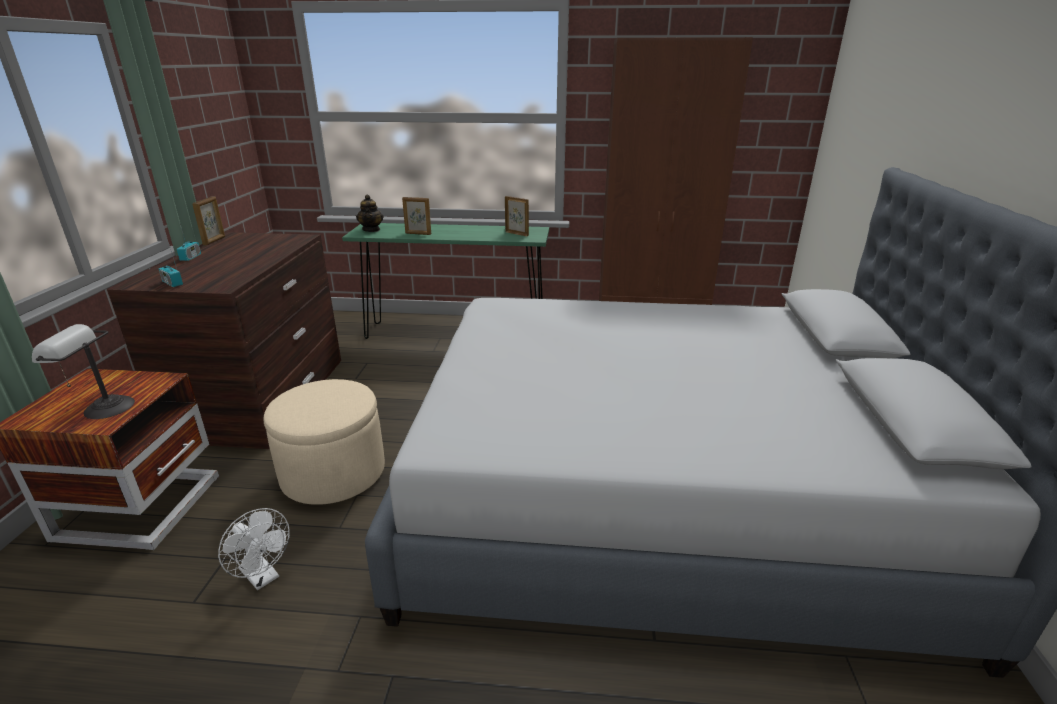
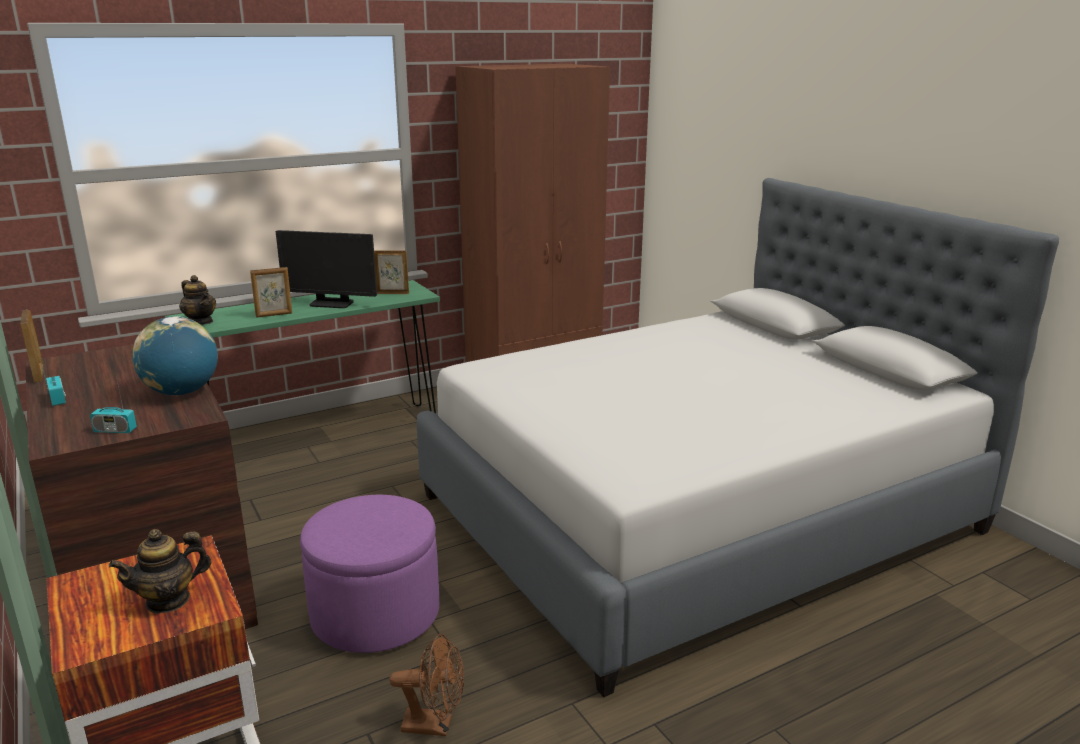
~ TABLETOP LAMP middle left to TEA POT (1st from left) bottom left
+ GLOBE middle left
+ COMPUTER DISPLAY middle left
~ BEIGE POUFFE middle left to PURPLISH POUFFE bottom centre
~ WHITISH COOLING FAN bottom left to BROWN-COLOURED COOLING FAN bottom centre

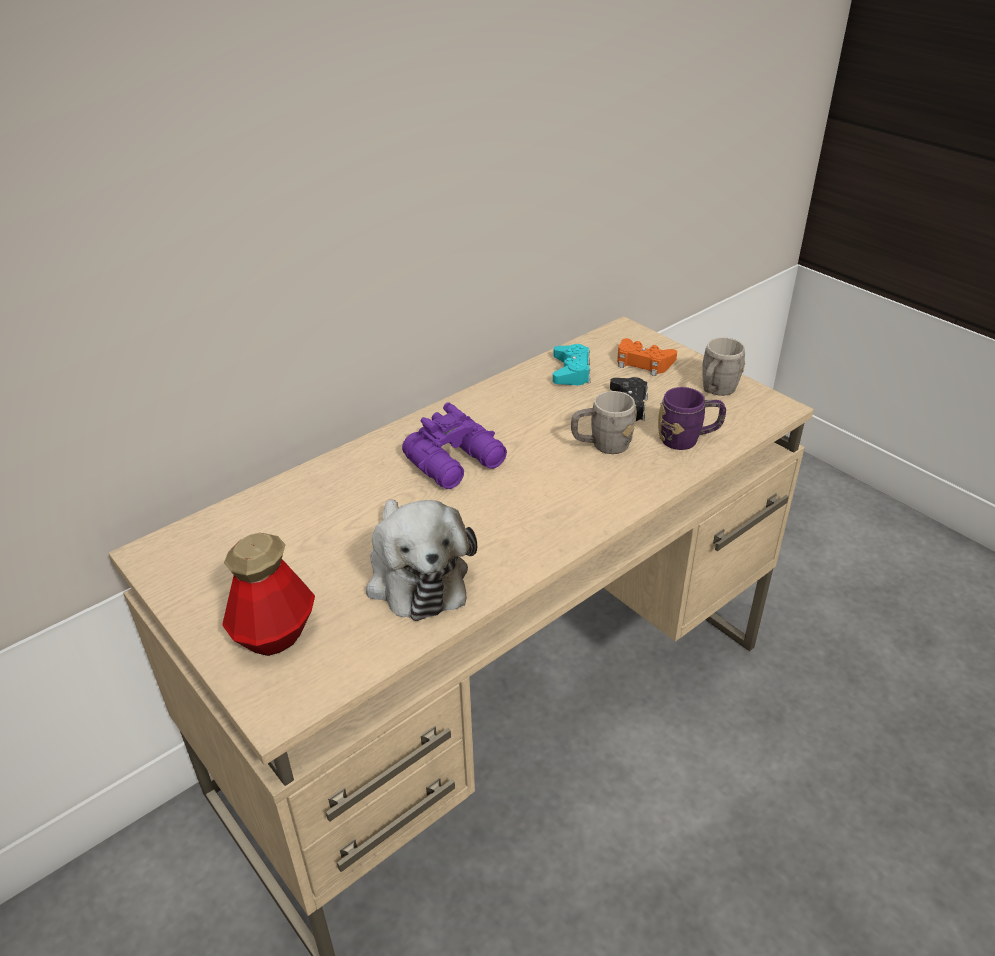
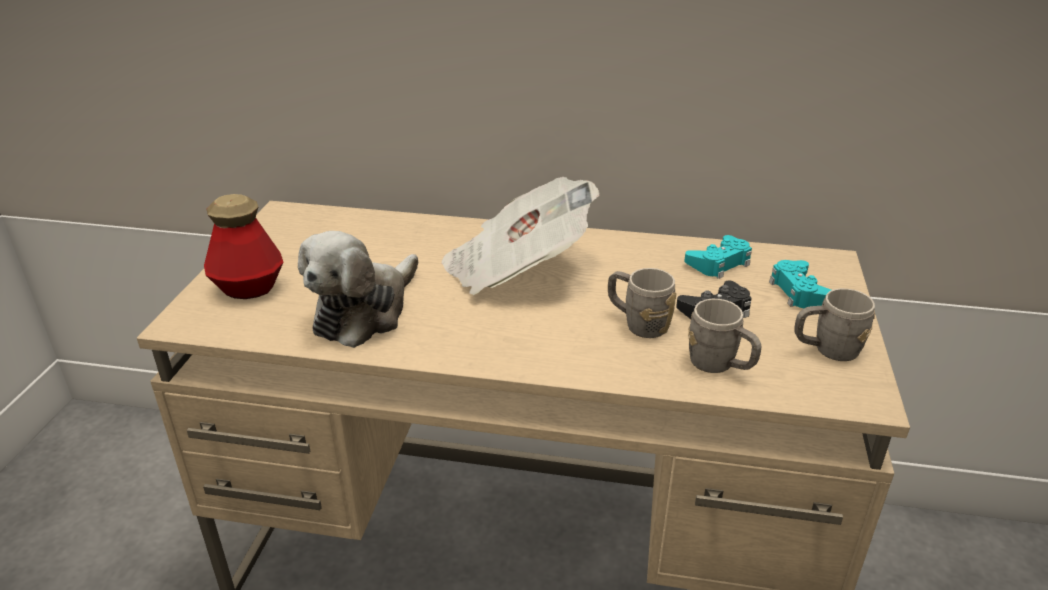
~ PURPLISH FIELD GLASSES centre to PRINTED PAPER centre
~ PURPLISH TEA MUG middle right to GRAY TEA MUG (2nd from left) middle right
~ ORANGE GAME CONTROLLER centre to BLUE-GREEN GAME CONTROLLER (2nd from left) middle right

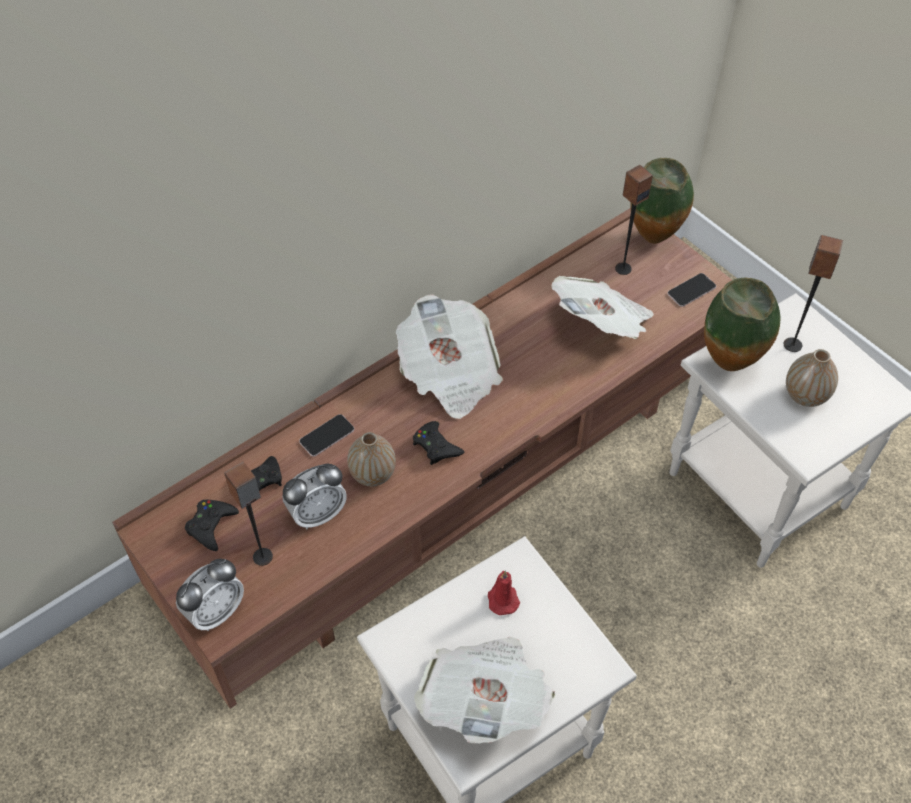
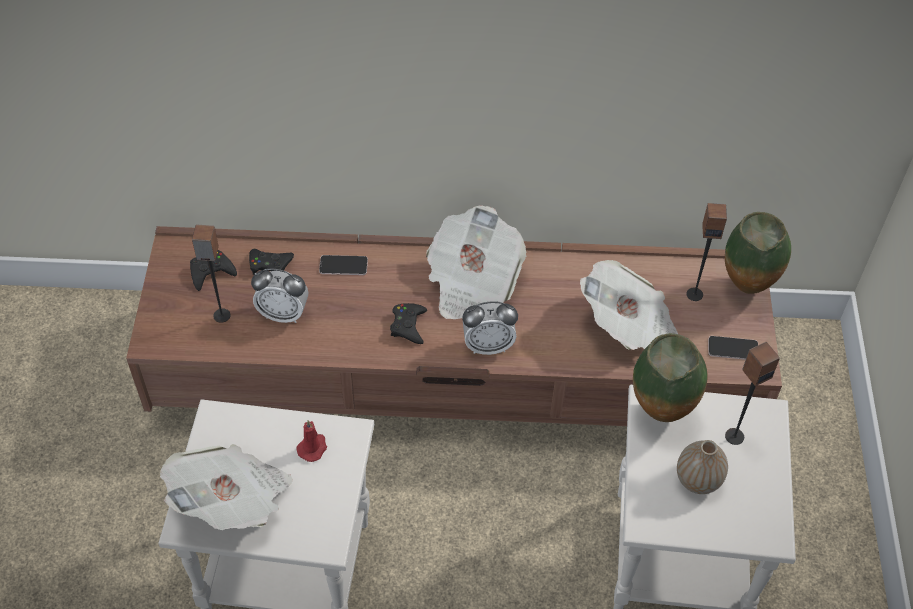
~ ALARM CLOCK (1st from left in the first image) bottom left to ALARM CLOCK (2nd from left) centre
- FLOWER VASE (1st from left) centre

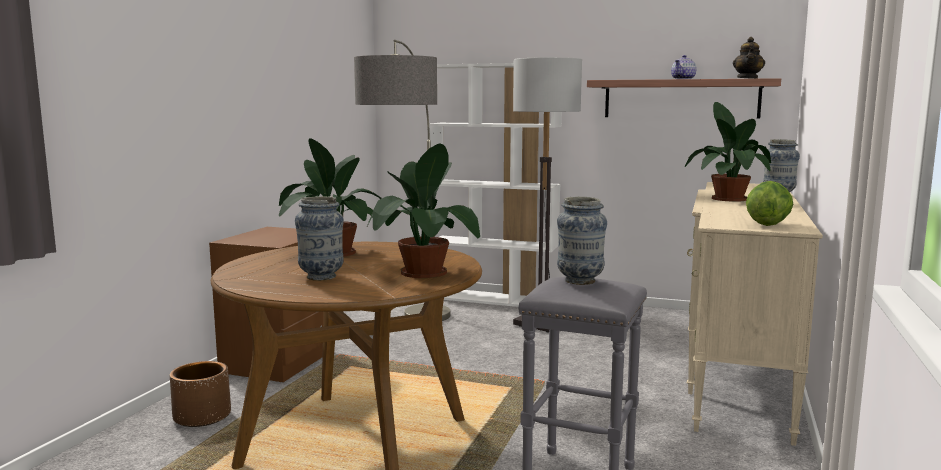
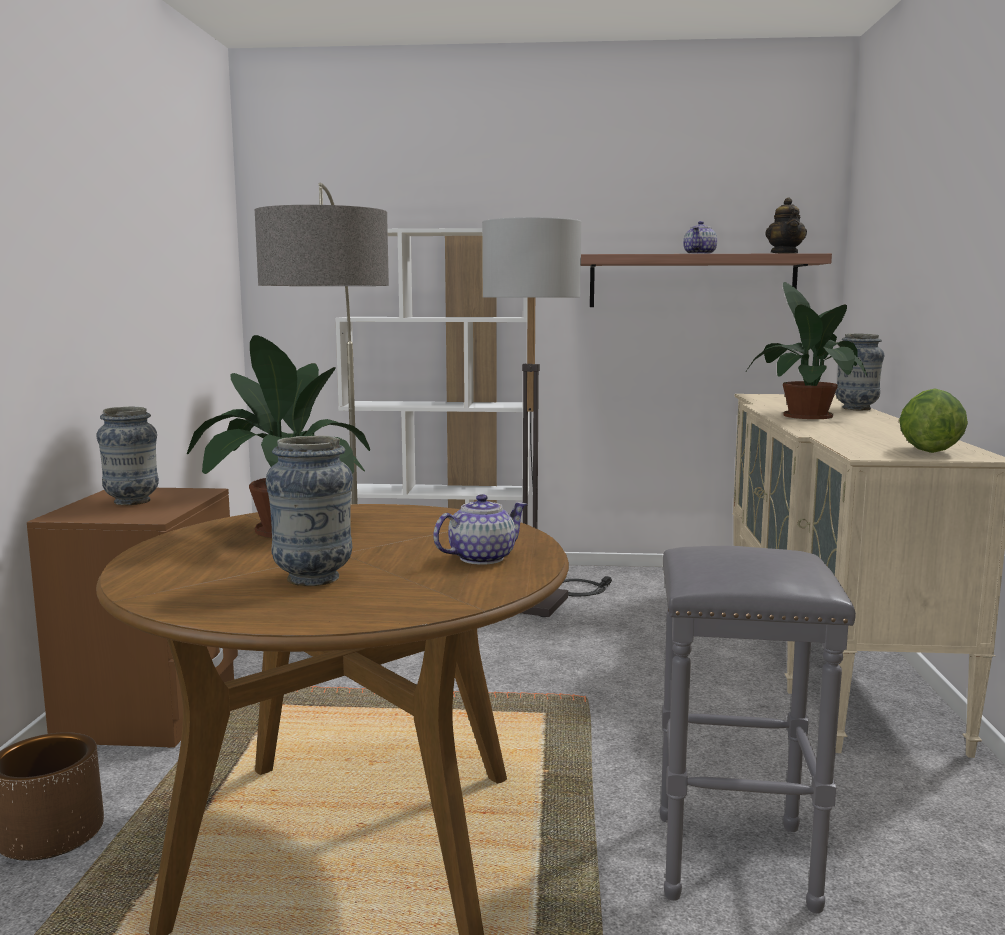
~ FLOWER VASE (2nd from left in the first image) centre to FLOWER VASE (1st from left) middle left
~ PLANT IN A POT (2nd from left) centre to TEA POT (1st from left) centre

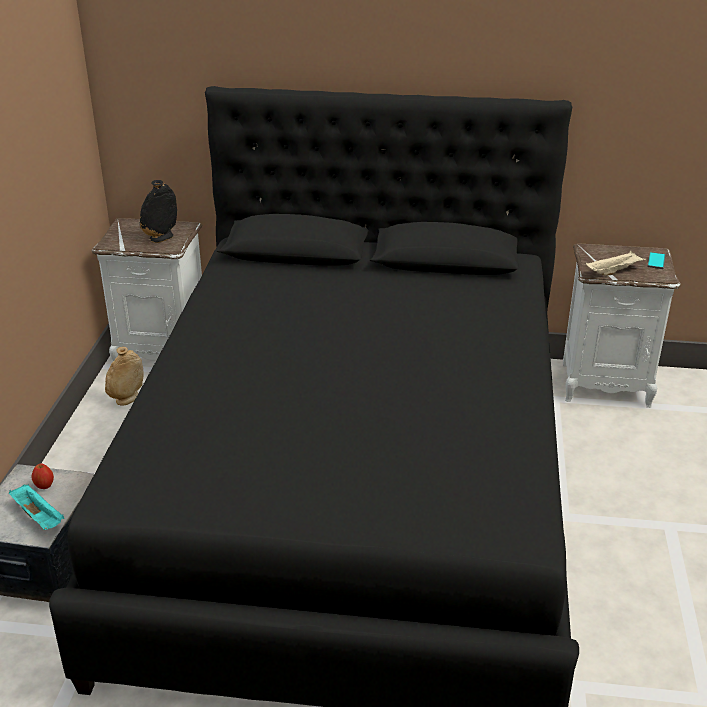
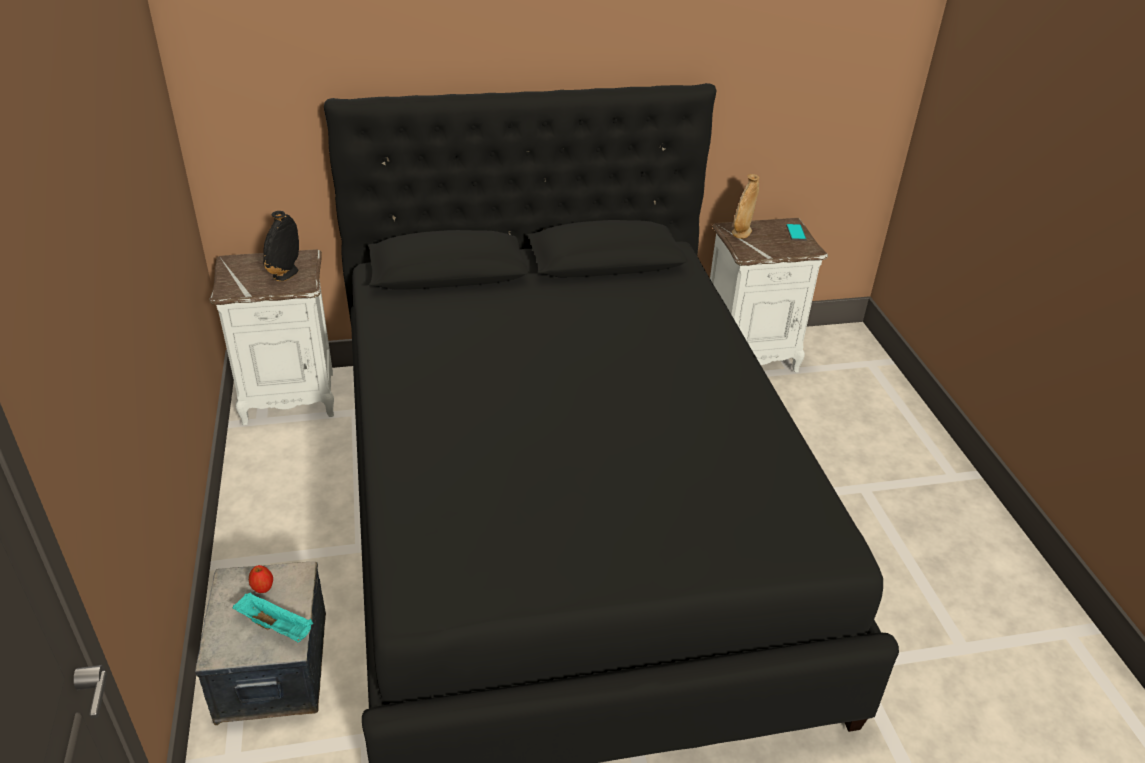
~ BEIGE FLOWER VASE middle left to top centre
- BEIGE CARRYING TRAY middle right

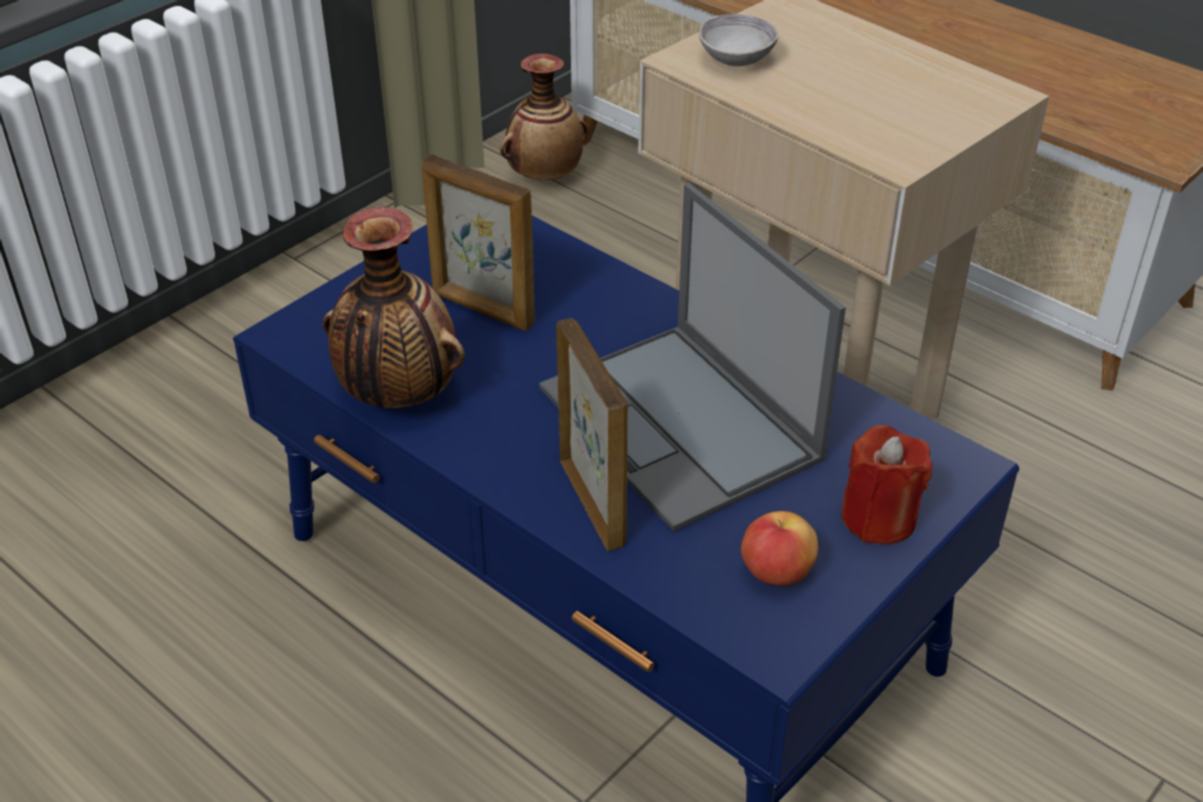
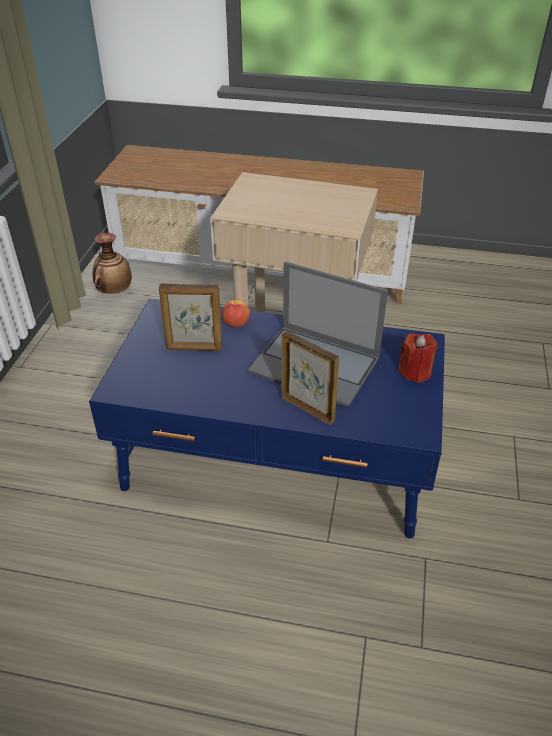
~ APPLE bottom centre to centre
- FLOWER VASE (1st from left) middle left
- GRAY BOWL top centre

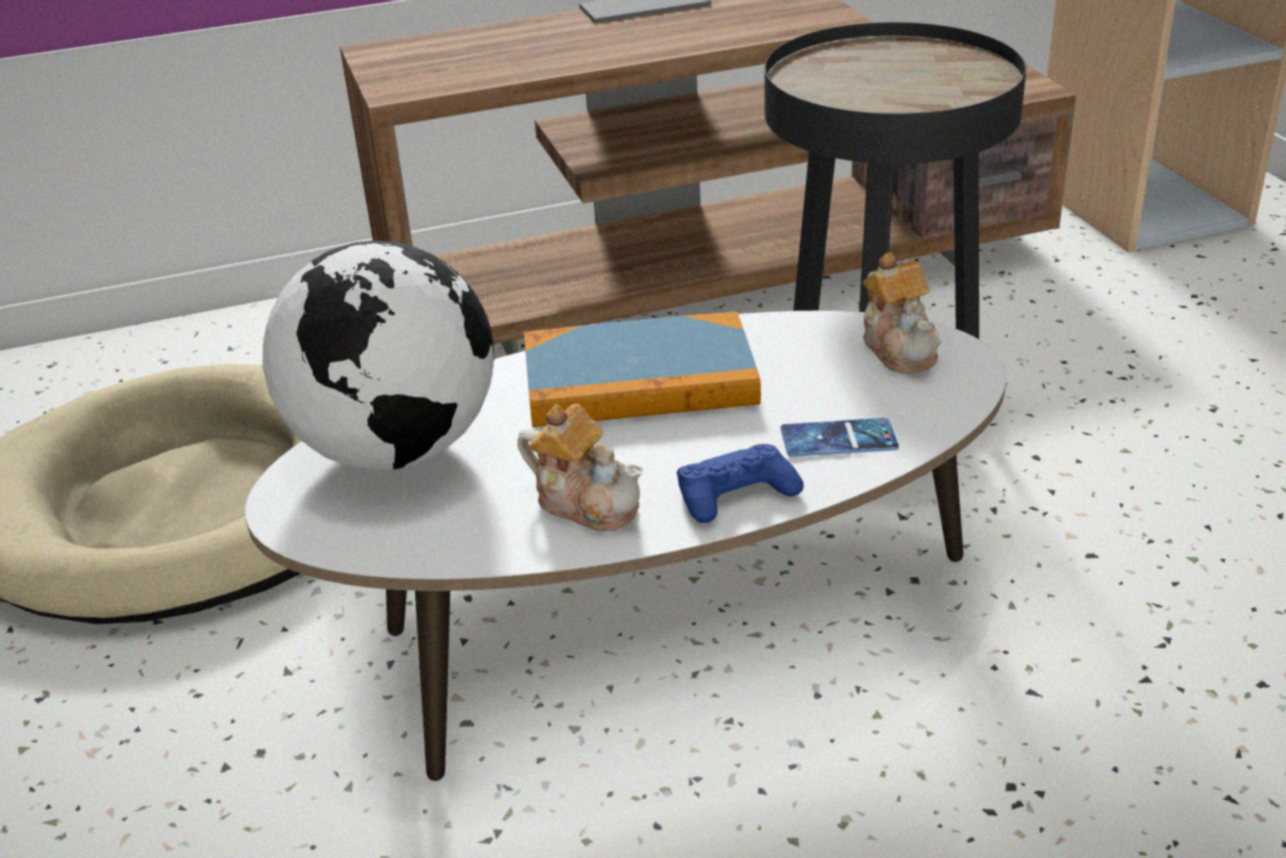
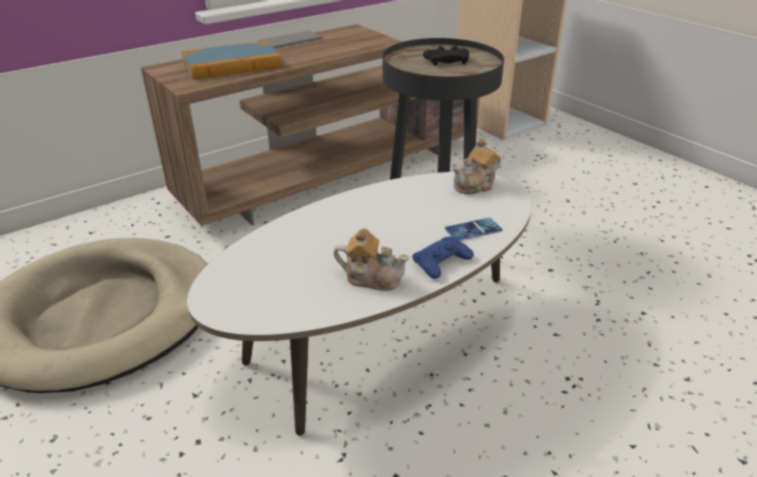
~ BOOK centre to top left
+ BLACKISH GAME CONTROLLER top centre
~ TEA POT (2nd from left) middle right = centre 90 degrees clockwise
- GLOBE middle left

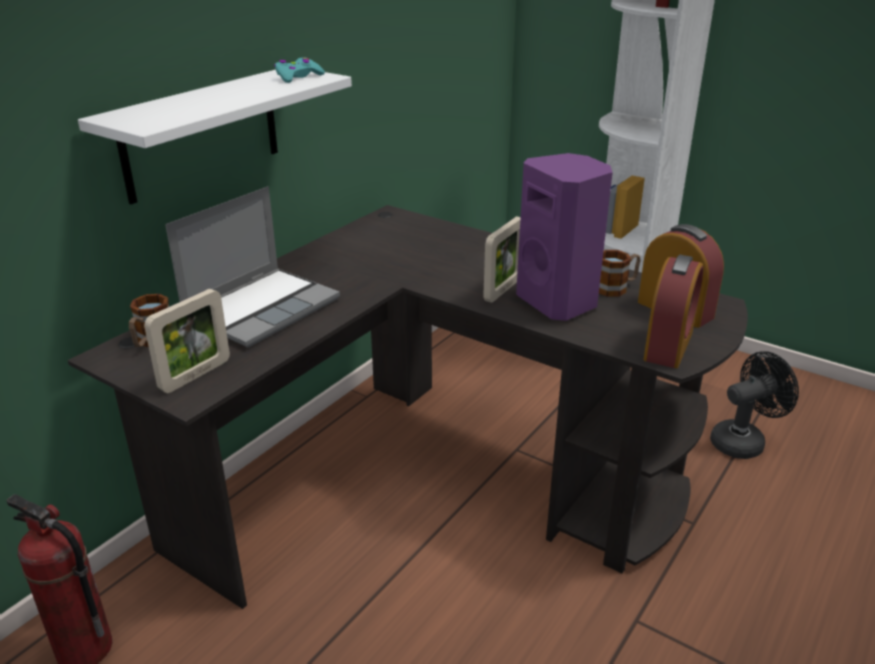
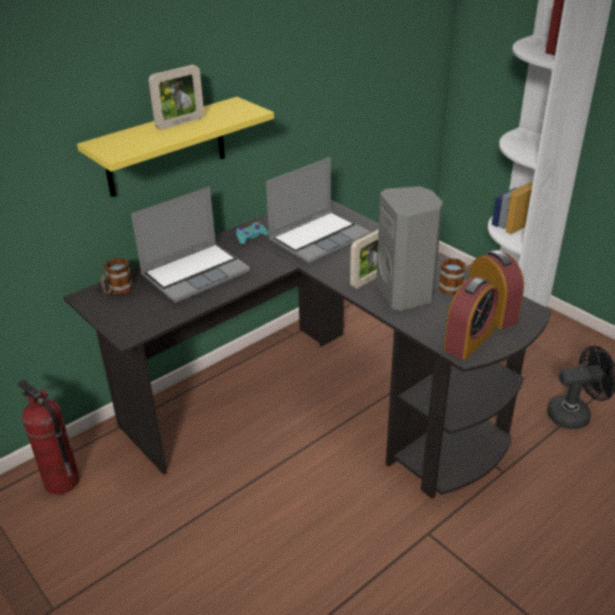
~ WHITISH BRACKET SHELF top left to YELLOWISH BRACKET SHELF top left
~ PHOTO FRAME (1st from left) middle left to top left
~ BLUE-GREEN GAME CONTROLLER top centre to centre
+ LAPTOP (2nd from left) centre
~ PURPLISH SPEAKER centre to GRAY SPEAKER centre

